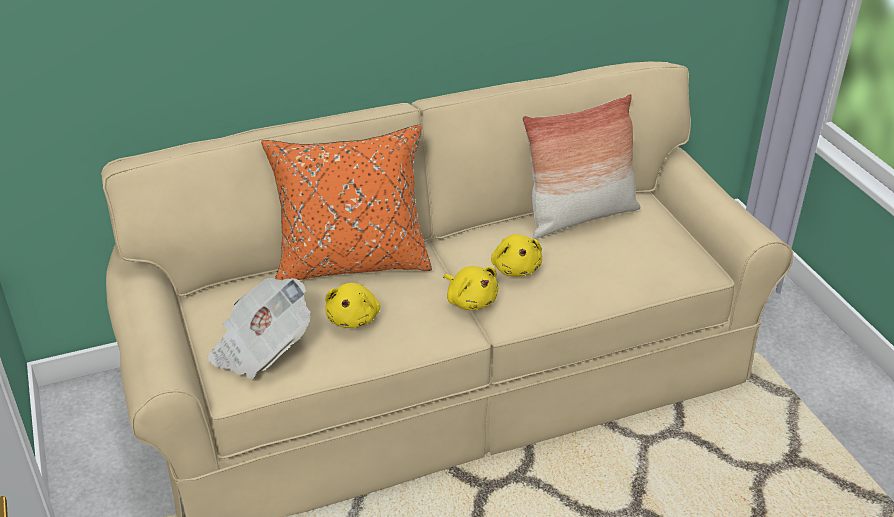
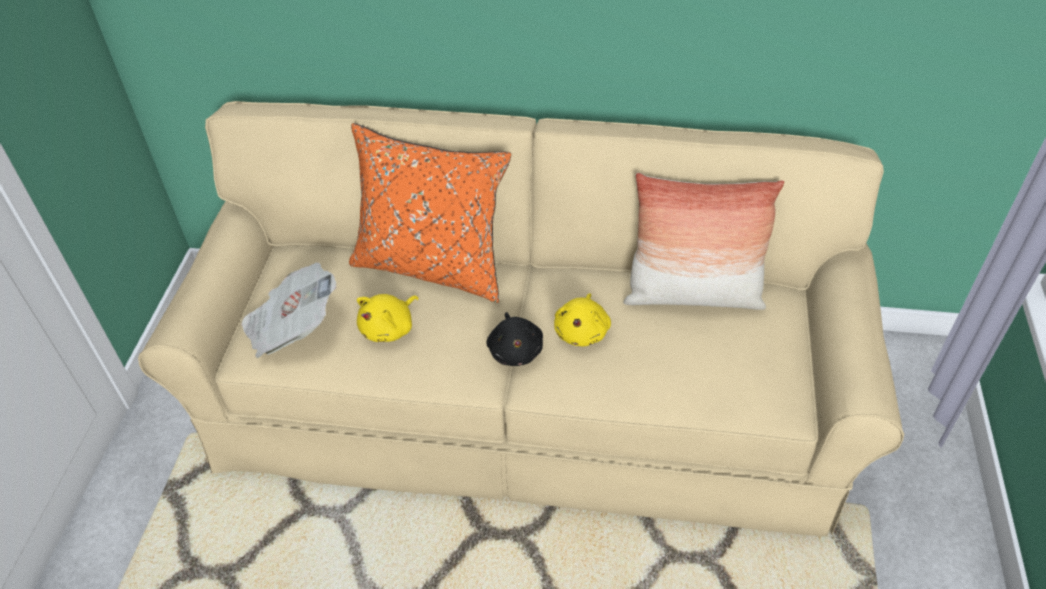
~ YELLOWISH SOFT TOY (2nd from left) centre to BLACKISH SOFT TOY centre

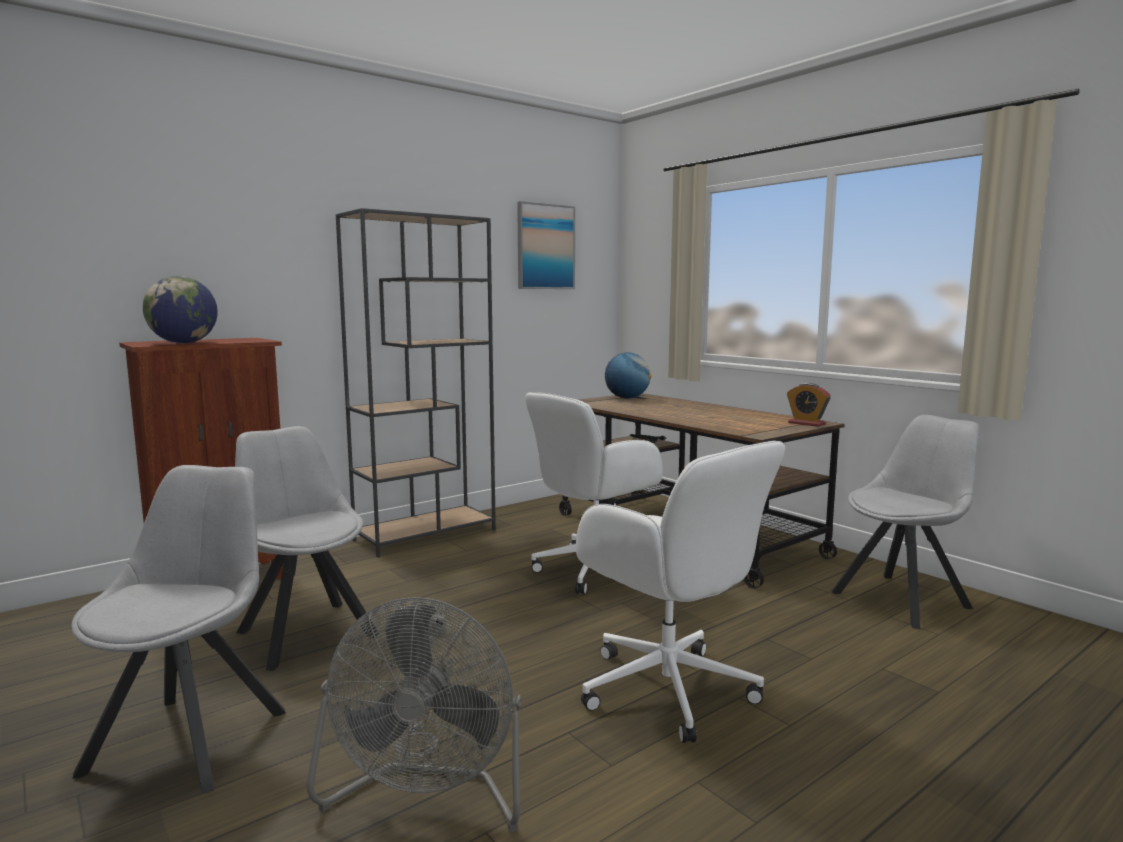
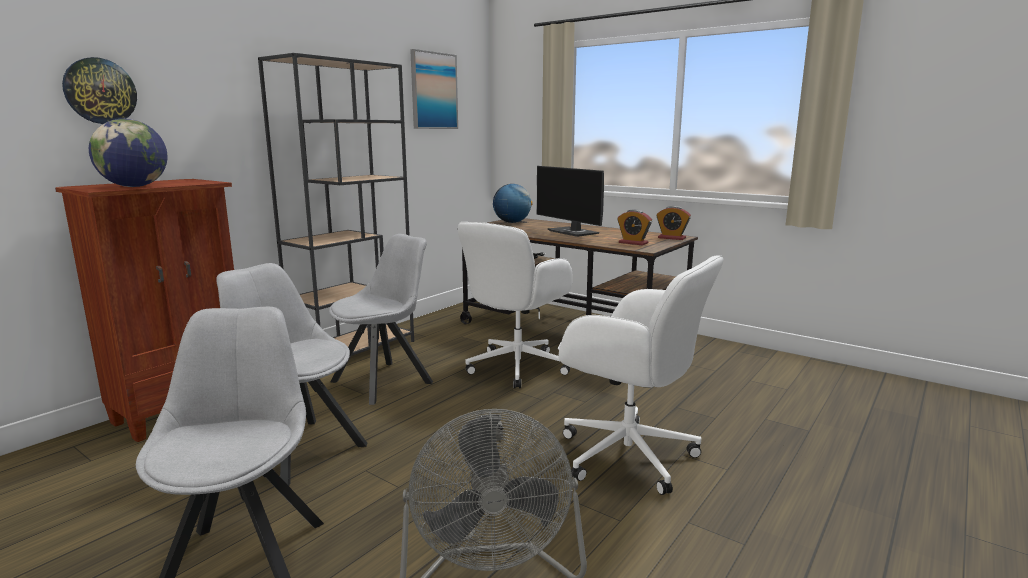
+ WALL CLOCK top left
~ GRAY CHAIR (3rd from left) middle right to centre
+ COMPUTER DISPLAY centre
+ ALARM CLOCK (1st from left) centre

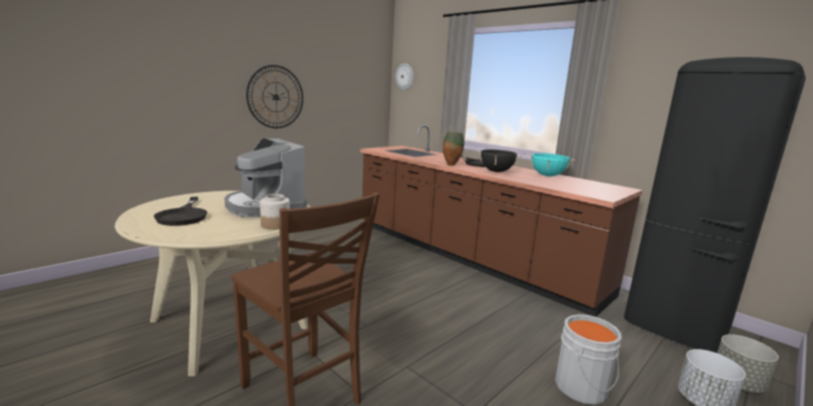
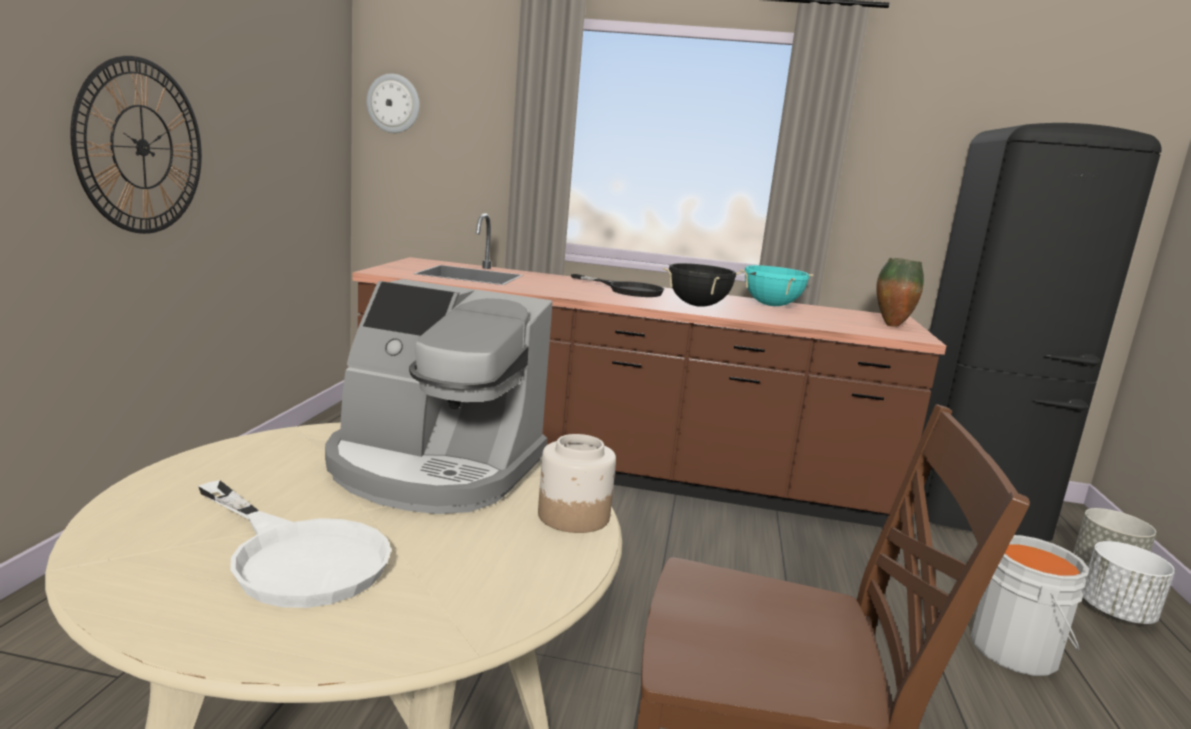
~ BLACKISH FRYING PAN (1st from left) middle left to WHITISH FRYING PAN bottom left
~ FLOWER VASE centre to middle right

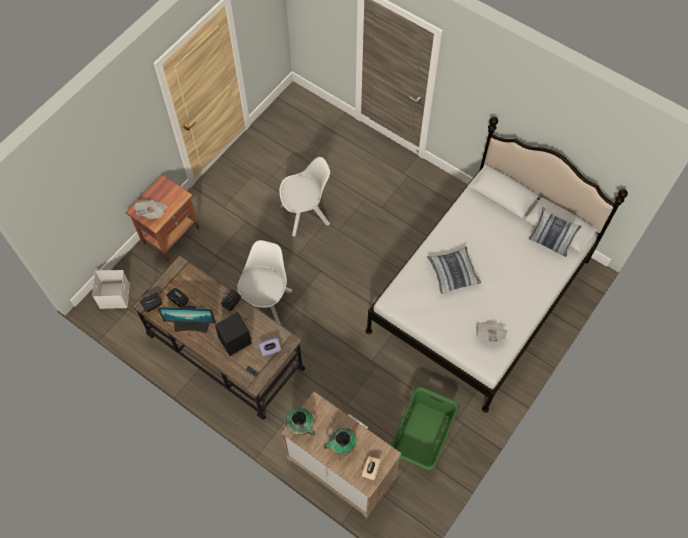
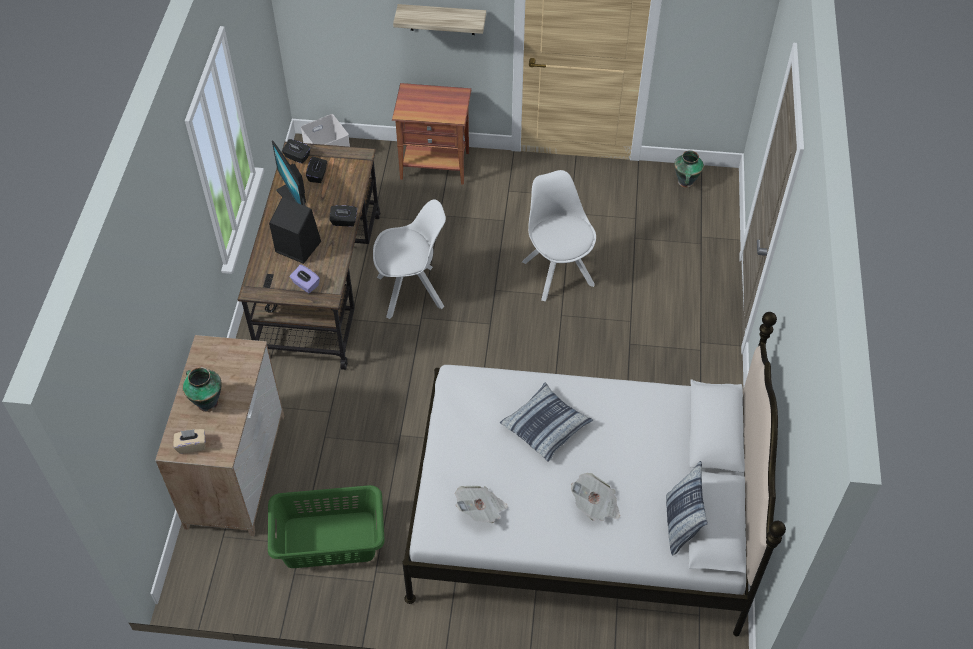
+ BRACKET SHELF top centre
~ WHITISH CHAIR (2nd from left) centre = centre 150 degrees counterclockwise
~ PRINTED PAPER (1st from left in the first image) middle left to PRINTED PAPER (2nd from left) bottom centre
~ FLOWER VASE (1st from left in the first image) bottom centre to FLOWER VASE (2nd from left) top right

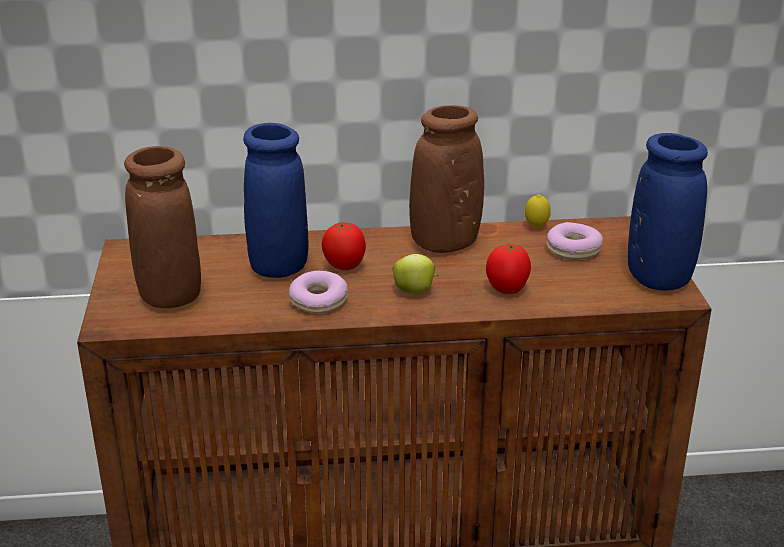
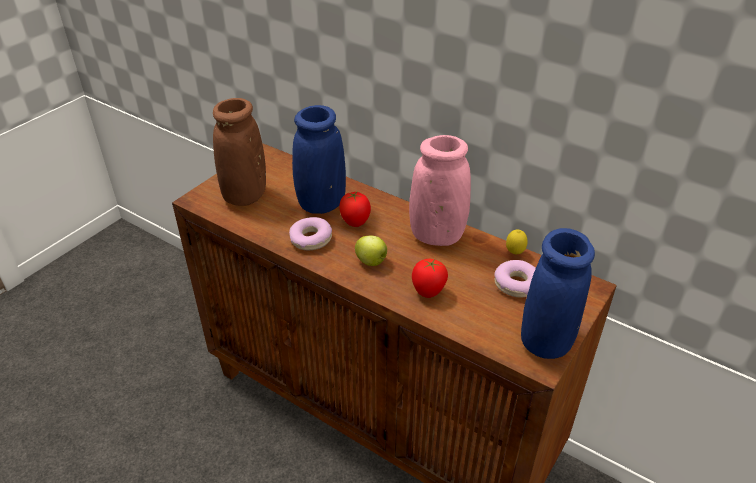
~ BROWN-COLOURED FLOWER VASE (2nd from left) top centre to PINK FLOWER VASE centre

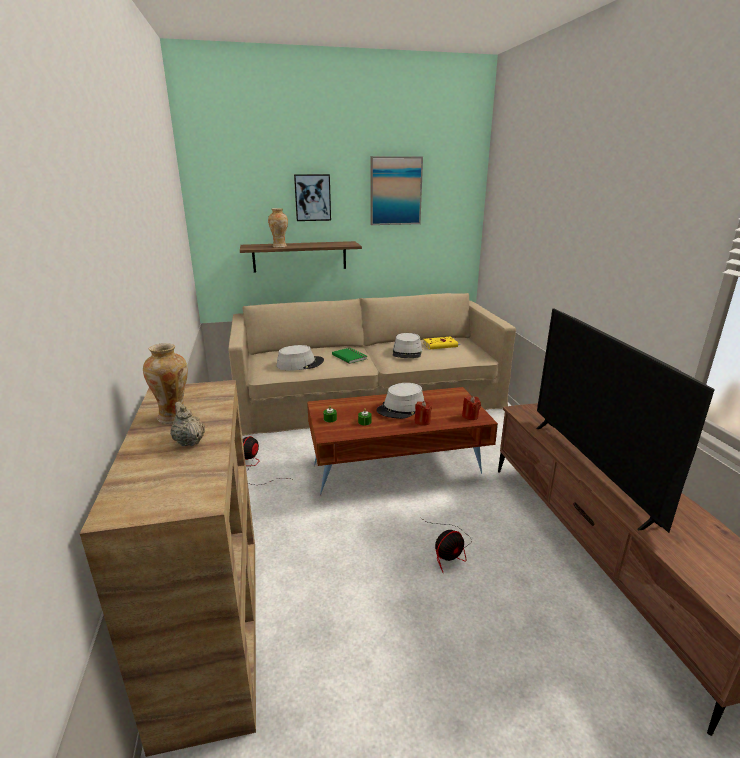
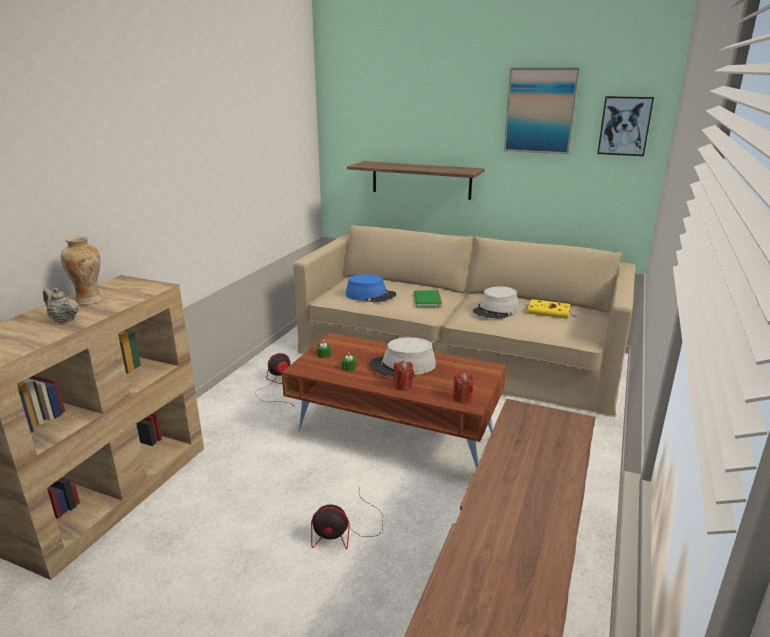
~ BEIGE TEA POT middle left = middle left 60 degrees counterclockwise
~ GRAY WEARABLE HAT (1st from left) centre to BLUE-COLOURED WEARABLE HAT centre
~ WALL ART (1st from left in the first image) top centre to WALL ART (2nd from left) top right
- FLOWER VASE (2nd from left) top centre
- TELEVISION middle right

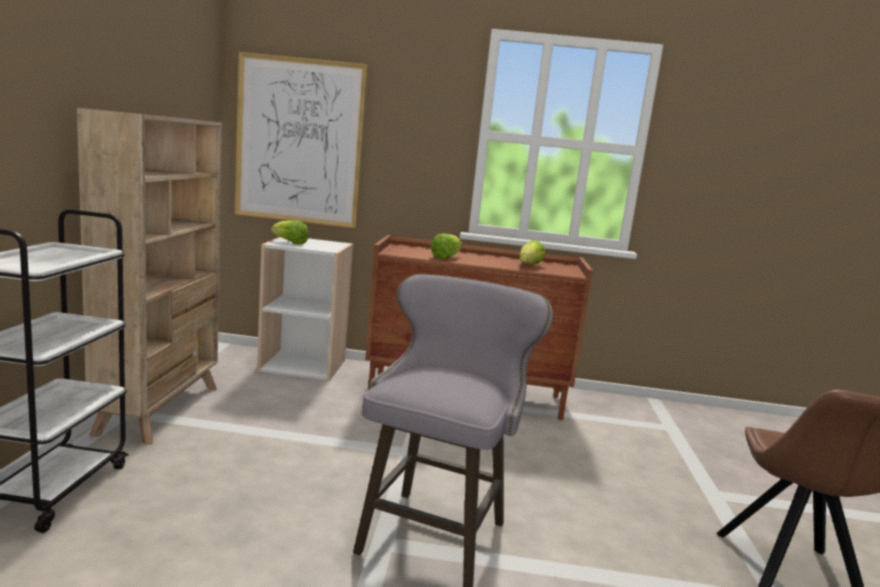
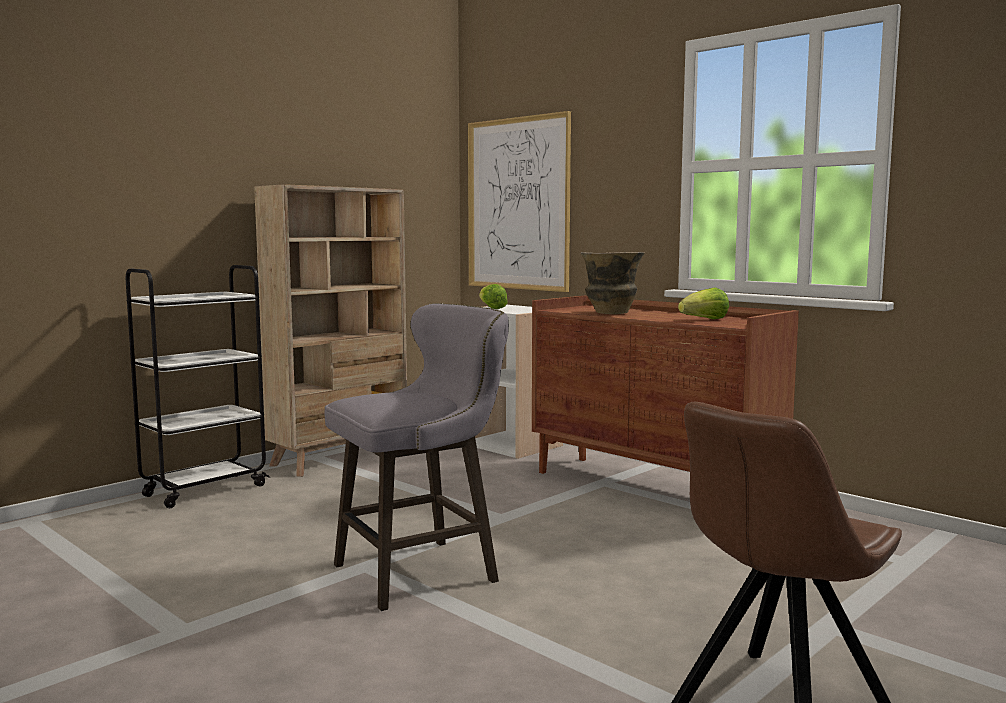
~ HEAD OF LETTUCE (2nd from left) centre to FLOWER VASE centre

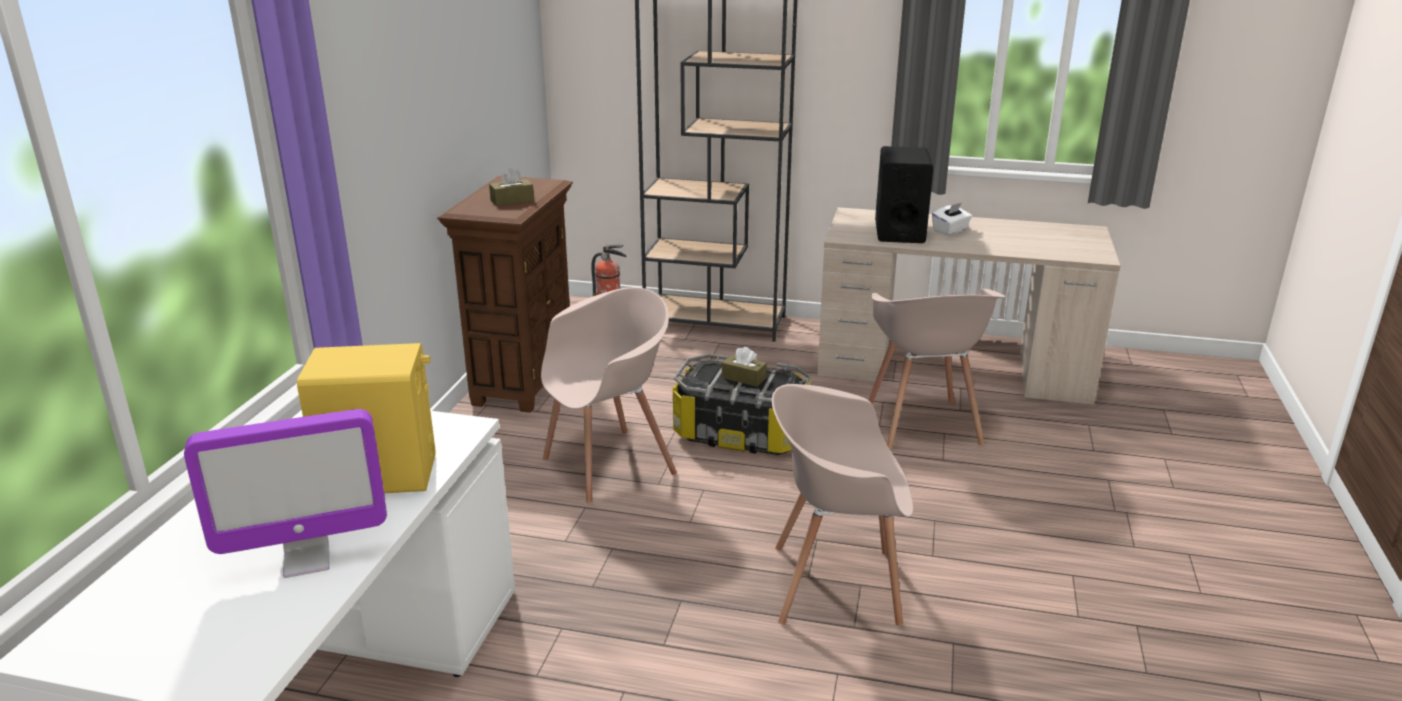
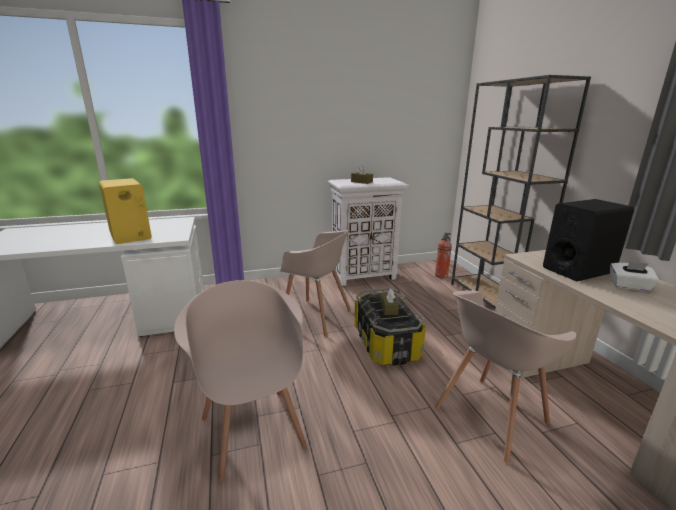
~ BROWN-COLOURED STORAGE CABINET centre to WHITISH STORAGE CABINET centre
- COMPUTER DISPLAY bottom left

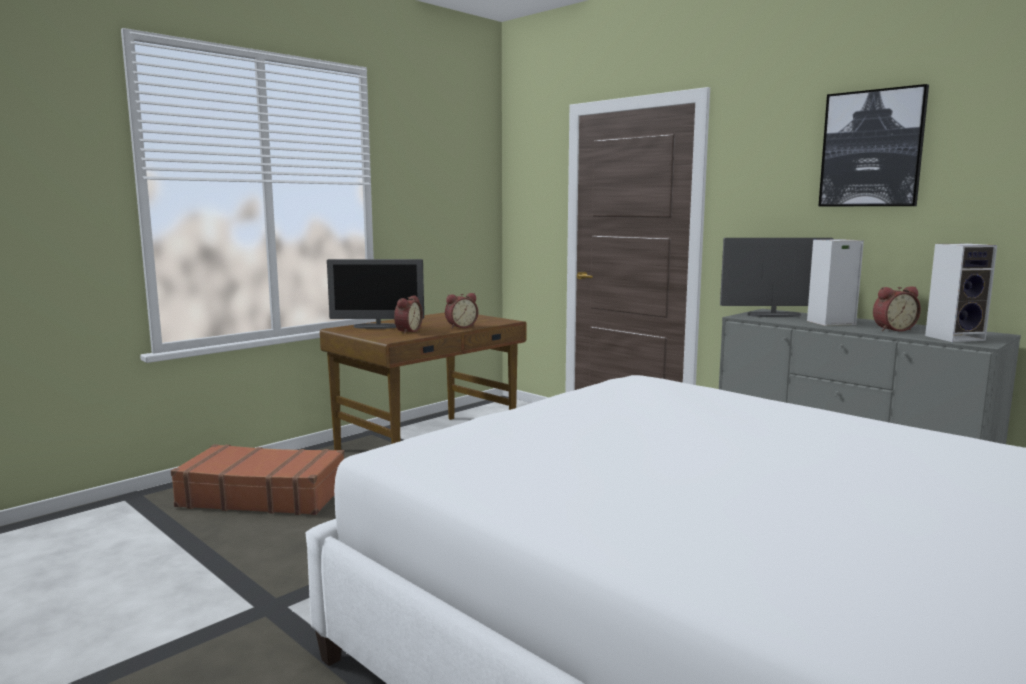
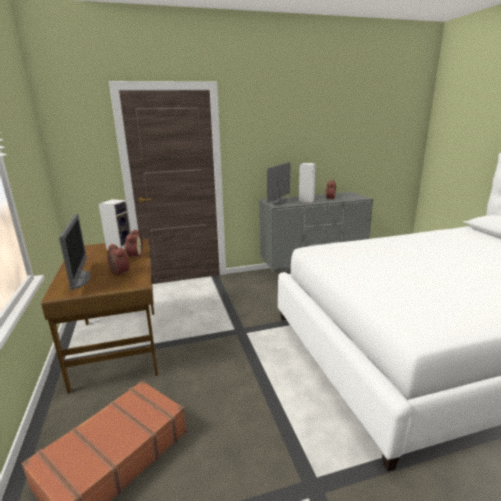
~ COMPUTER DISPLAY (1st from left) centre = middle left 45 degrees counterclockwise
~ SPEAKER (2nd from left in the first image) middle right to SPEAKER (1st from left) middle left
- WALL ART top right

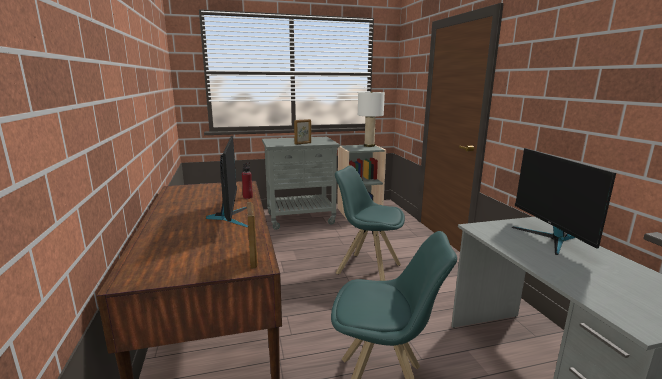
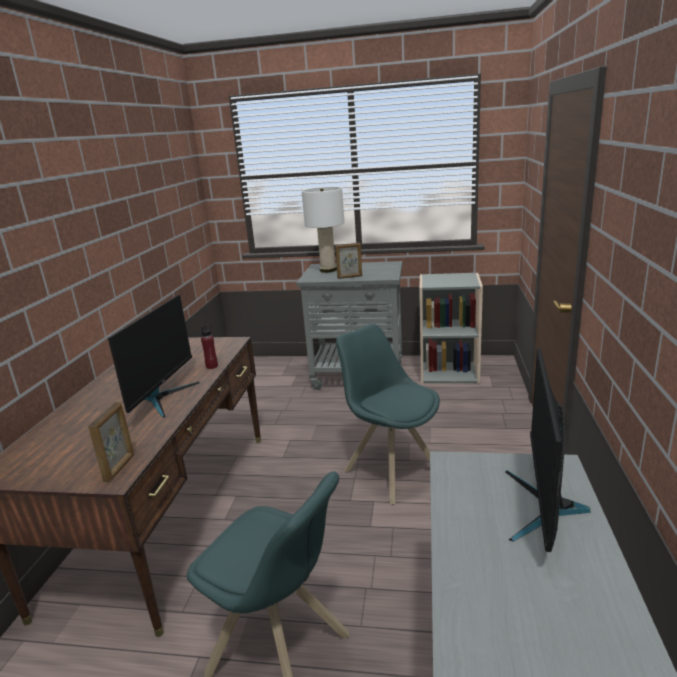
~ WHITISH TABLETOP LAMP top centre to centre

